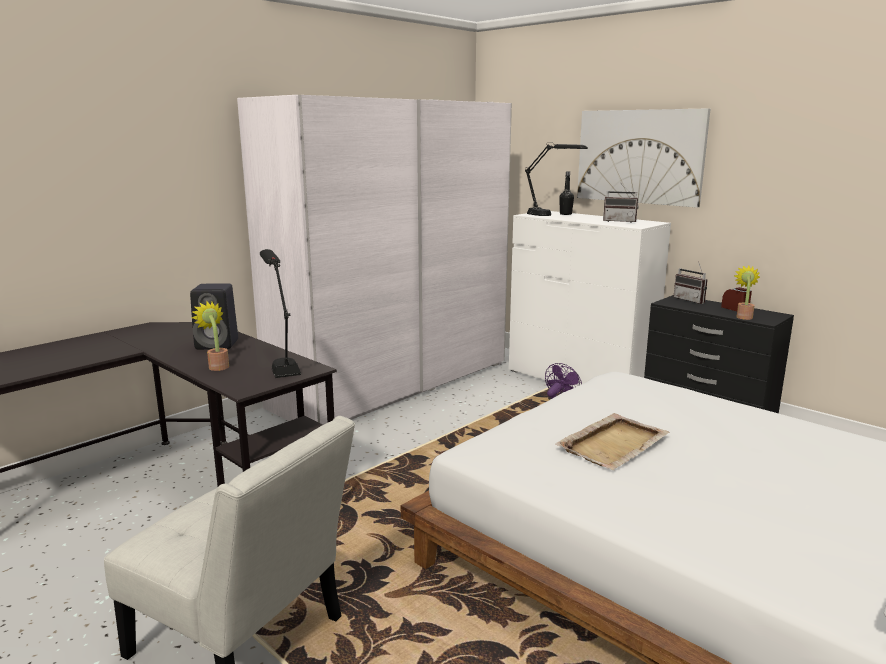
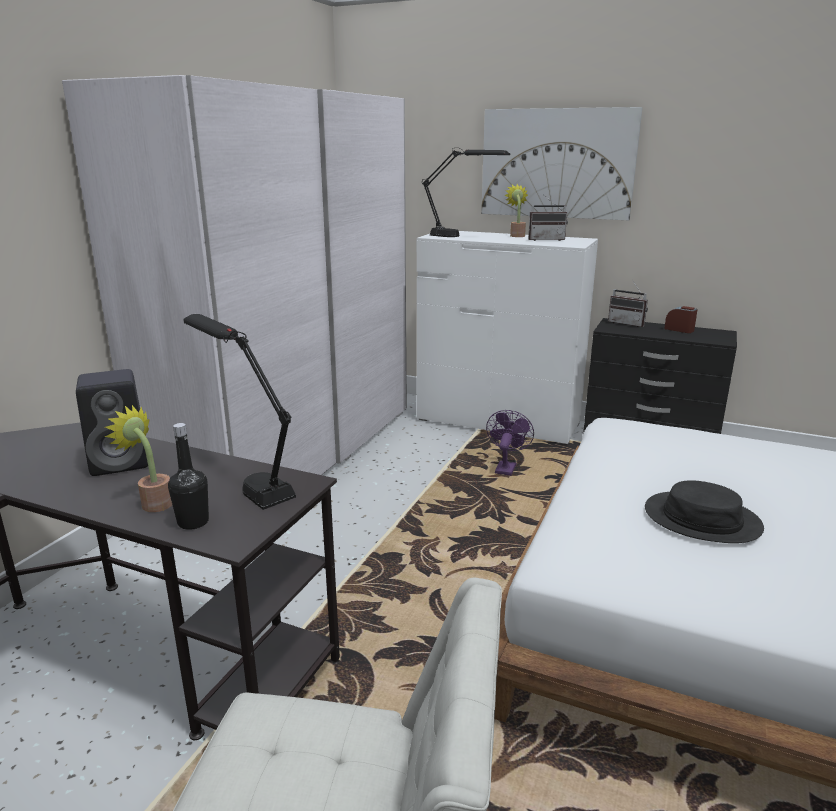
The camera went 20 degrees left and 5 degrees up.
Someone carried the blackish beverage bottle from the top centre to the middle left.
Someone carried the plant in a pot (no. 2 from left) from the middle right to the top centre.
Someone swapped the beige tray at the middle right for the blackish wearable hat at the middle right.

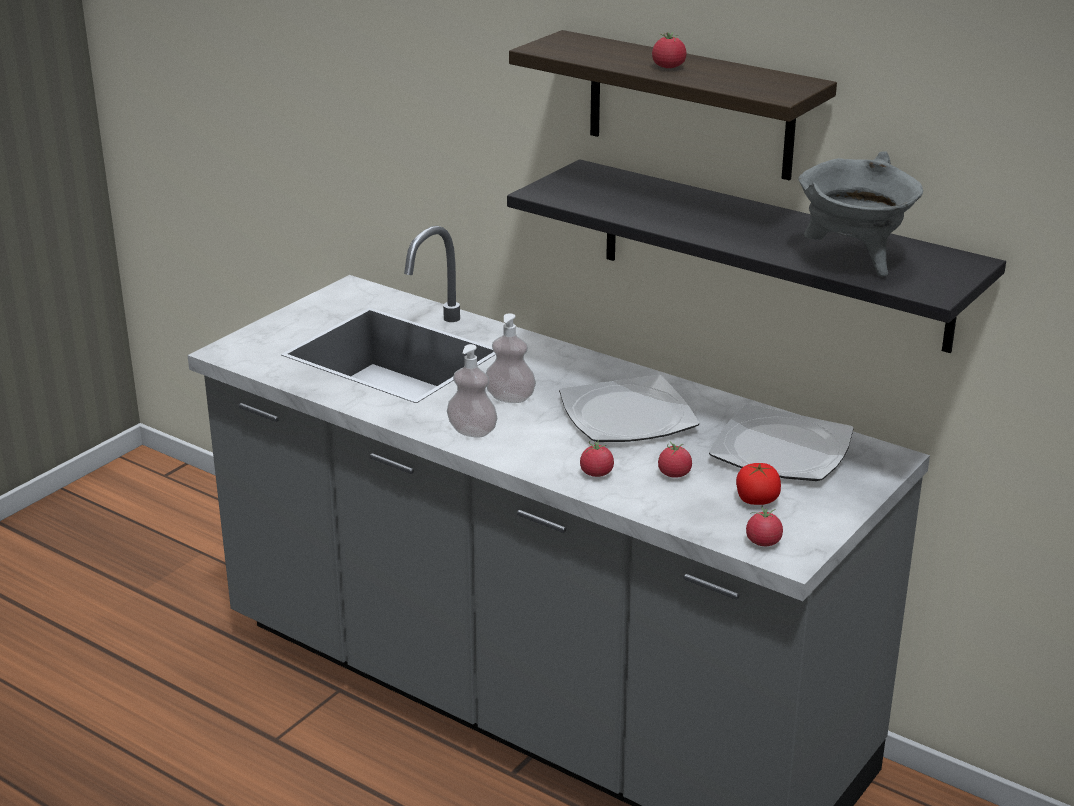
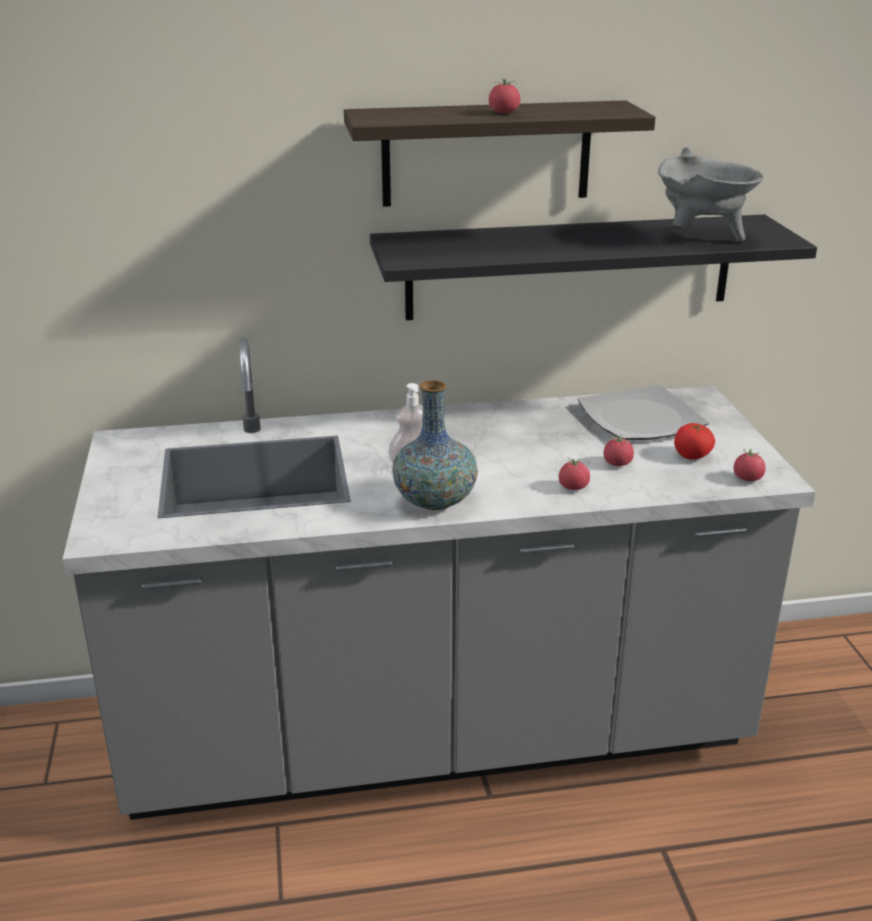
The camera went 45 degrees left and 0 degrees up.
Someone swapped the soap dispenser (no. 1 from left) at the centre for the decorative vase at the centre.
Someone took away the plate (no. 1 from left) at the centre.

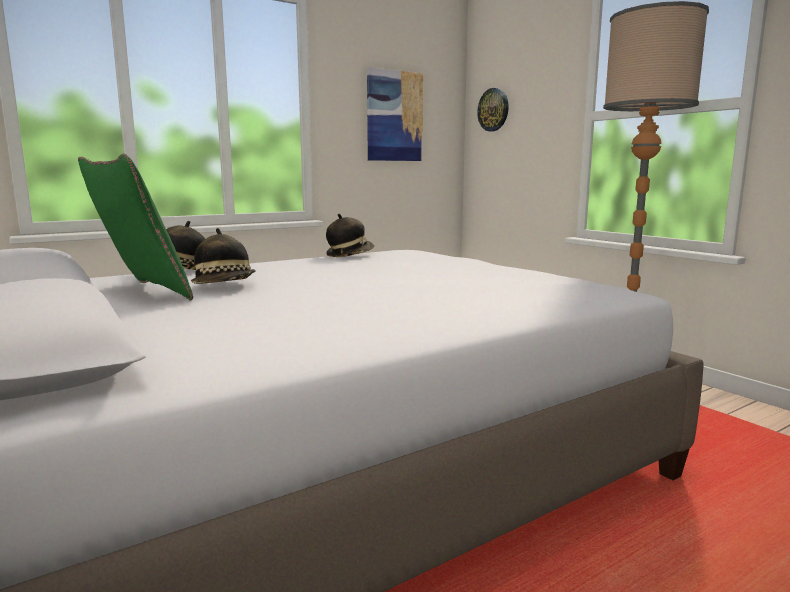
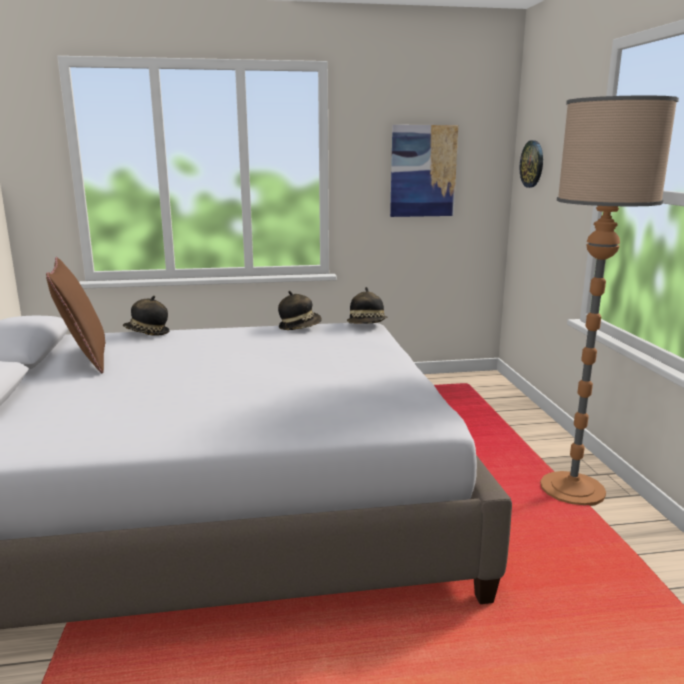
The camera went 25 degrees right and 5 degrees up.
Someone repainted the greenish pillow at the middle left, which became the brownish pillow at the middle left.
Someone carried the wearable hat (no. 2 from left in the first image) from the middle left to the centre.

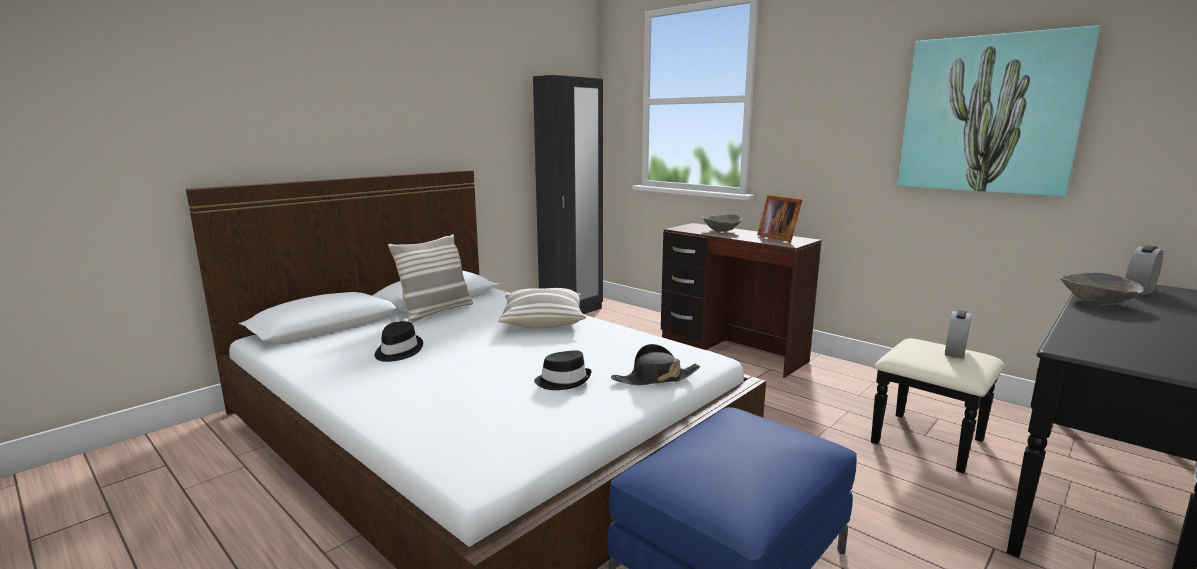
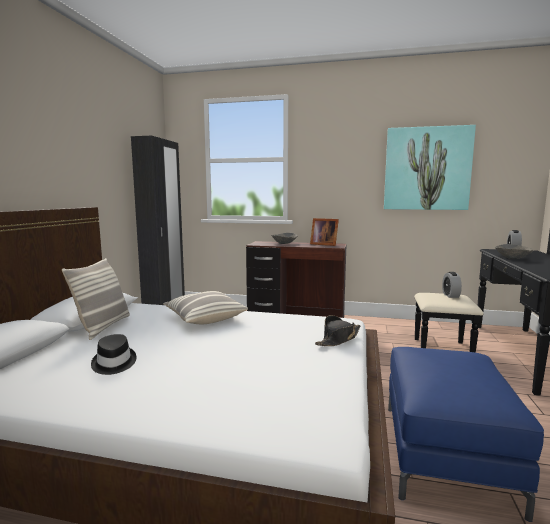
The camera went 30 degrees left and 5 degrees down.
Someone took away the blackish wearable hat (no. 2 from left) at the centre.

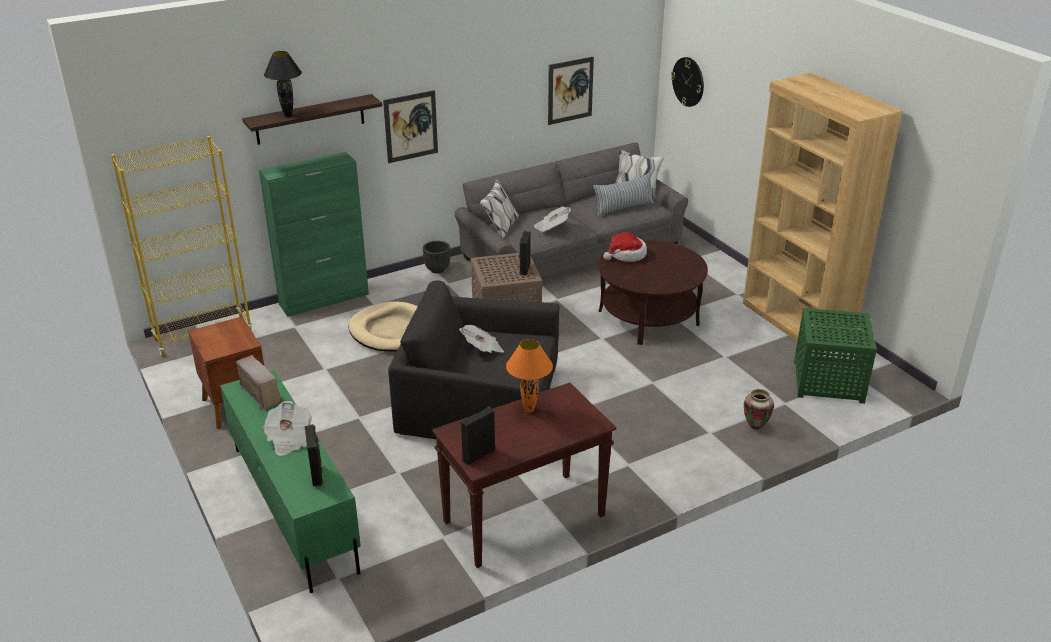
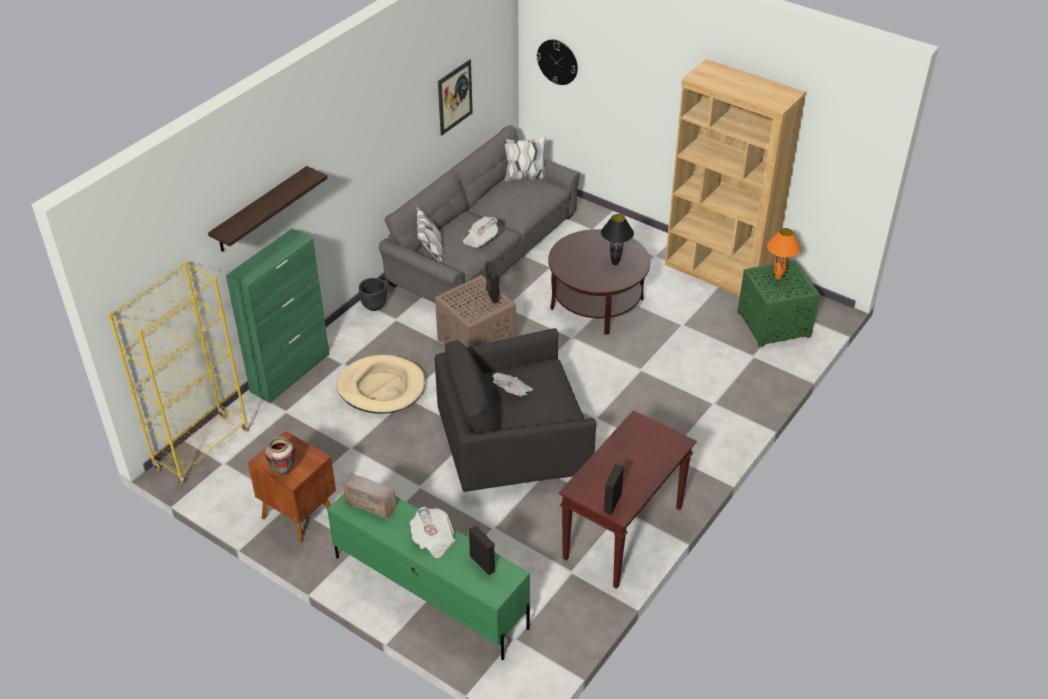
The camera went 25 degrees left and 10 degrees up.
Someone carried the blackish table lamp from the top left to the centre.
Someone took away the wall picture (no. 1 from left) at the top centre.
Someone took away the pillow at the top centre.
Someone took away the wearable hat at the centre.
Someone carried the orangey table lamp from the centre to the middle right.
Someone carried the decorative vase from the middle right to the middle left.

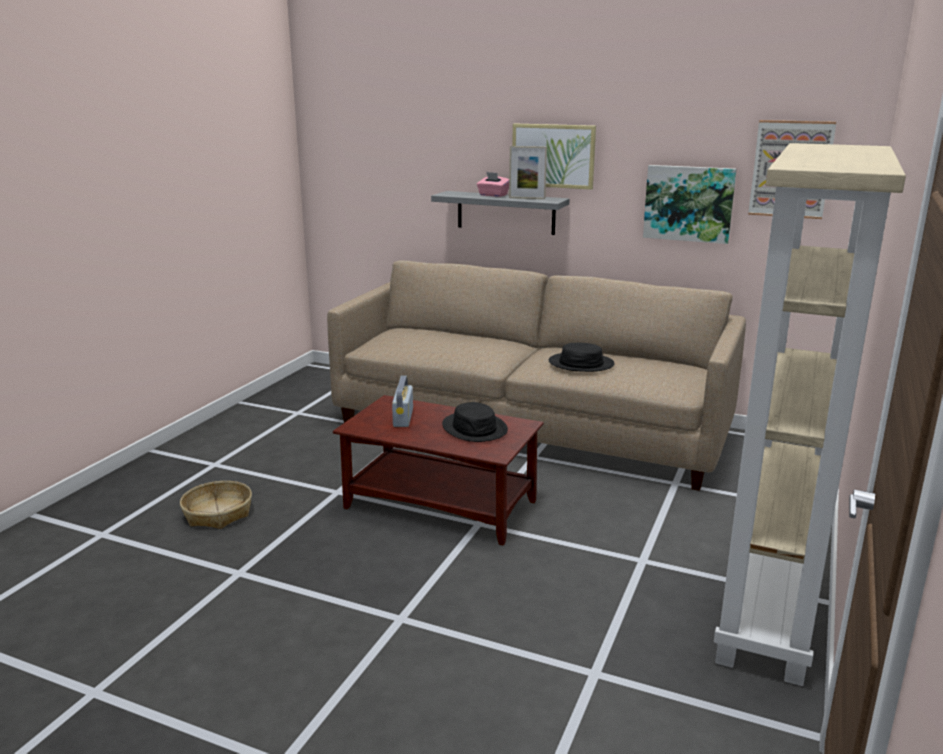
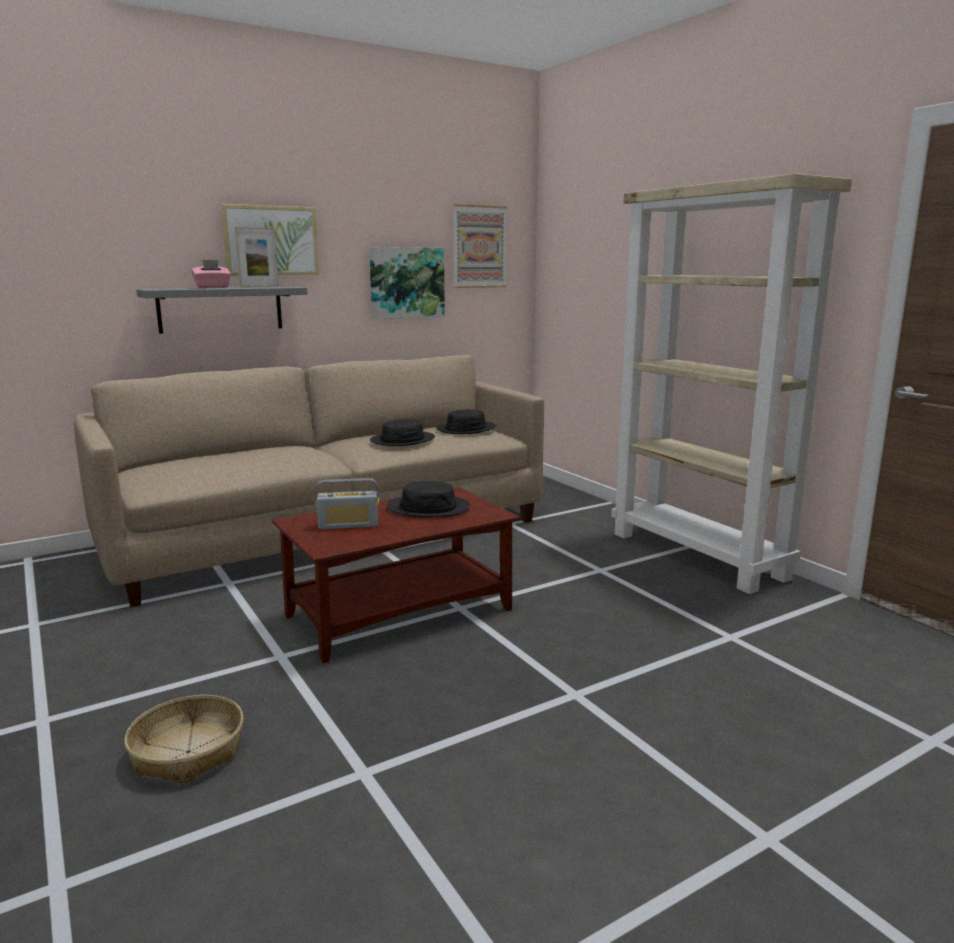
The camera went 55 degrees left and 5 degrees down.
Someone rotated the radio at the centre by 45 degrees counterclockwise.
Someone put down the blackish wearable hat (no. 3 from left) at the centre.

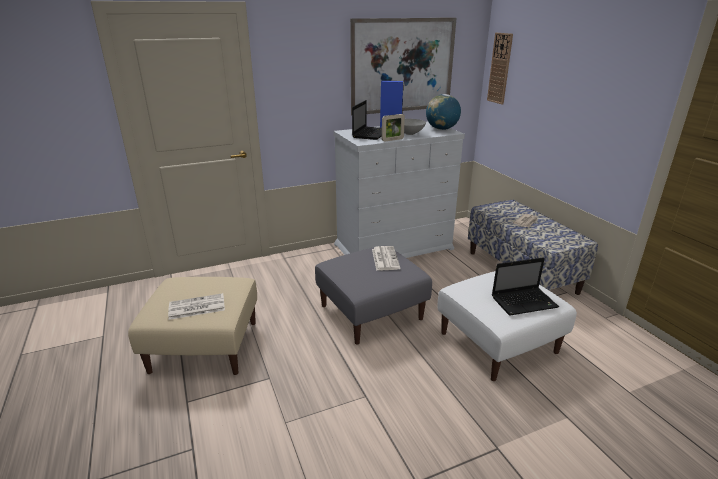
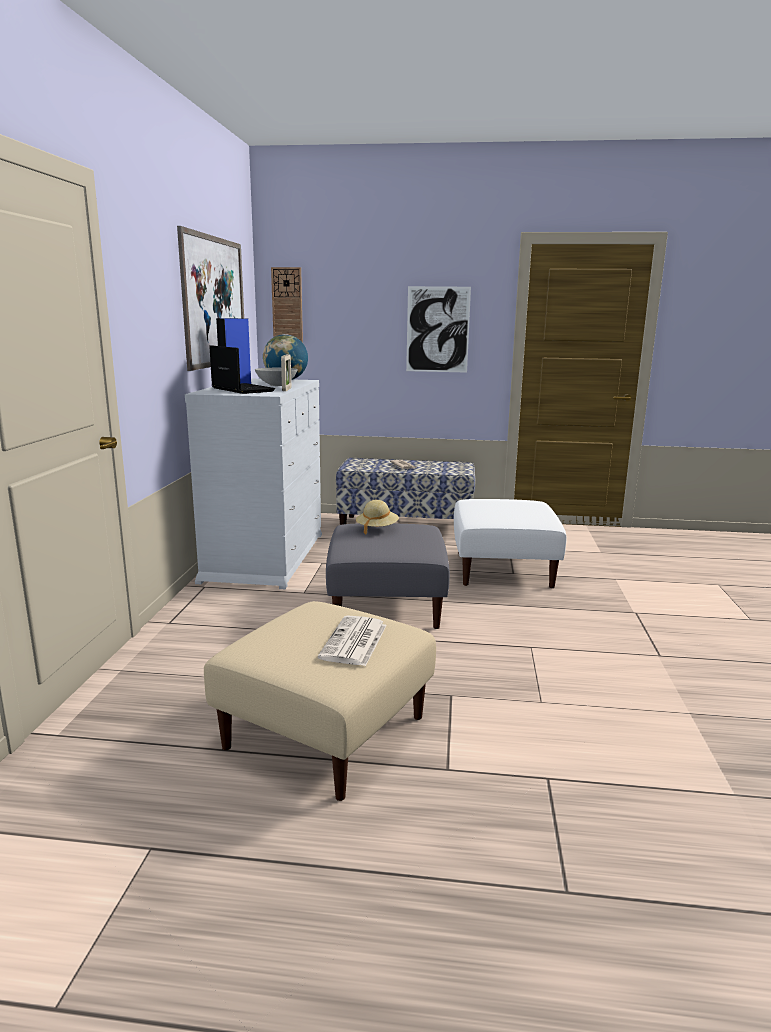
The camera went 60 degrees left and 10 degrees down.
Someone swapped the newspaper (no. 2 from left) at the centre for the beige wearable hat at the centre.
Someone took away the portable computer (no. 2 from left) at the middle right.
Someone put up the wall picture (no. 2 from left) at the top centre.

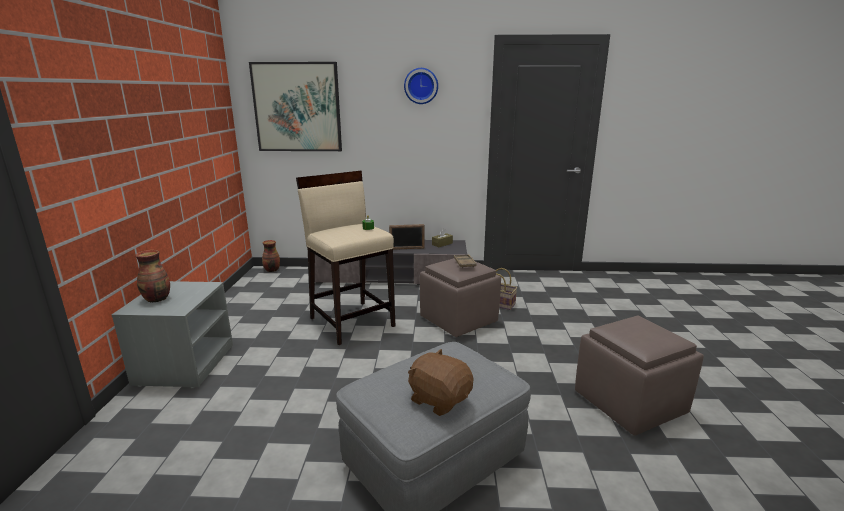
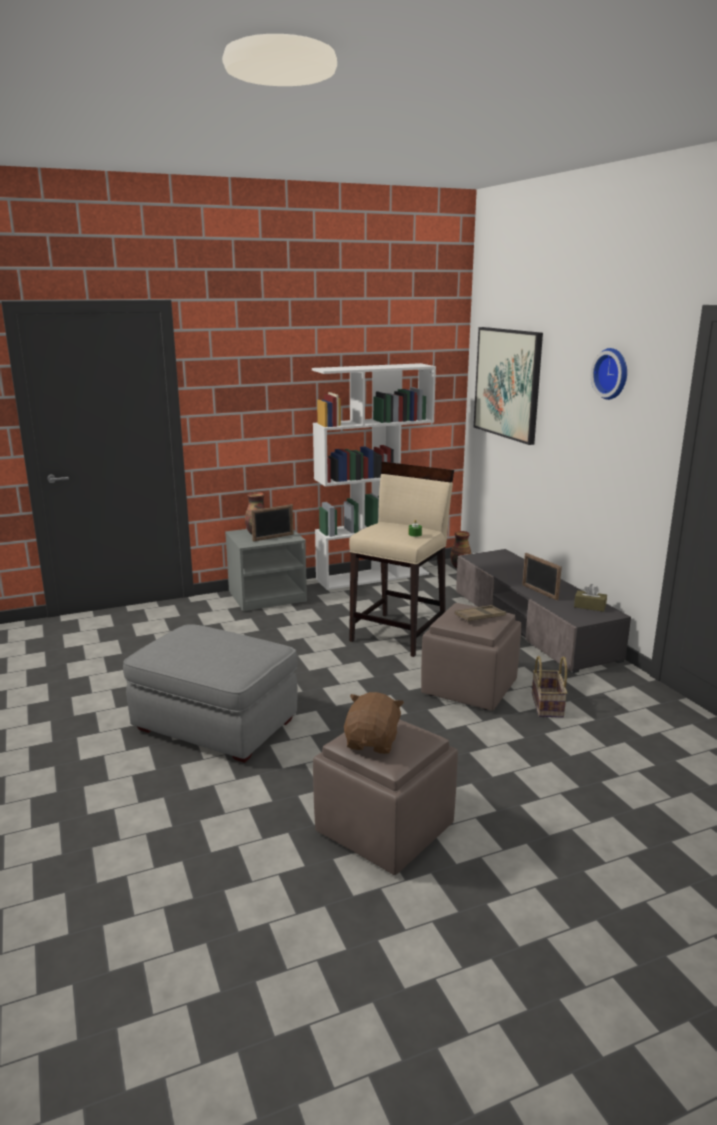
The camera went 65 degrees right and 0 degrees up.
Someone carried the brownish plush toy from the bottom centre to the centre.
Someone put down the white bookshelf at the centre.
Someone put down the standing frame (no. 1 from left) at the centre.

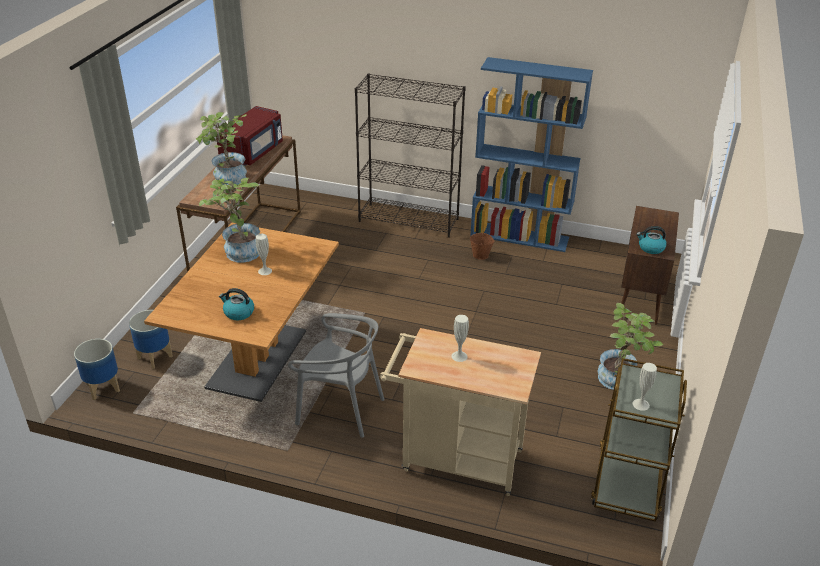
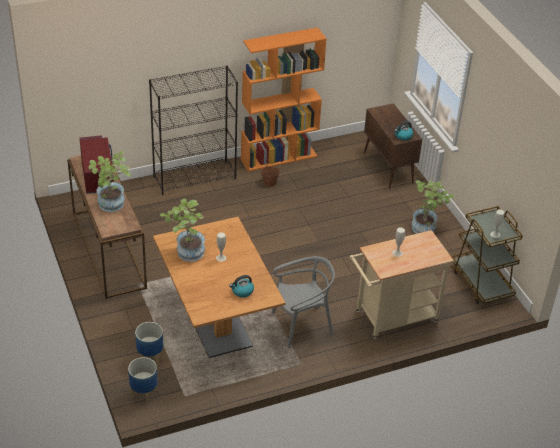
The camera went 40 degrees left and 5 degrees up.
Someone repainted the blue-coloured bookshelf at the top centre, which became the orangey bookshelf at the top centre.

